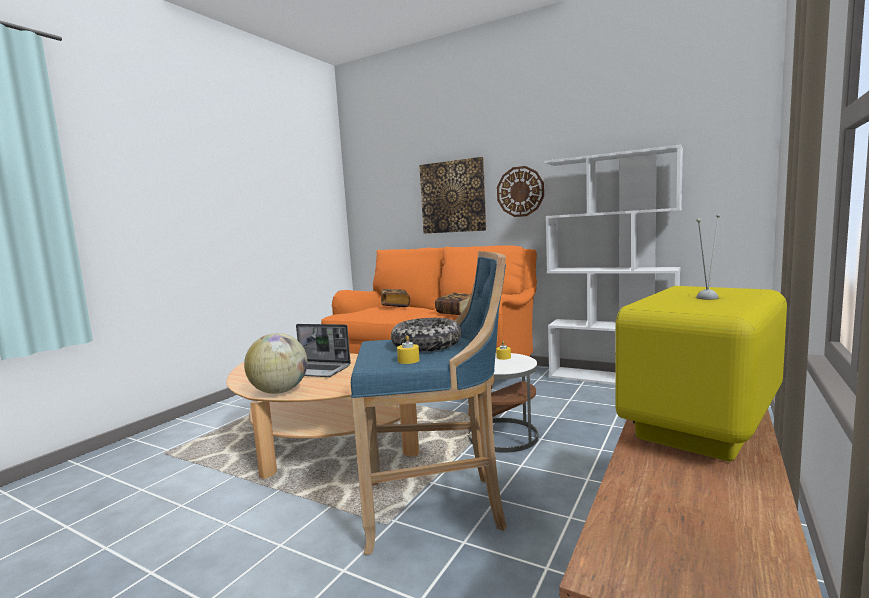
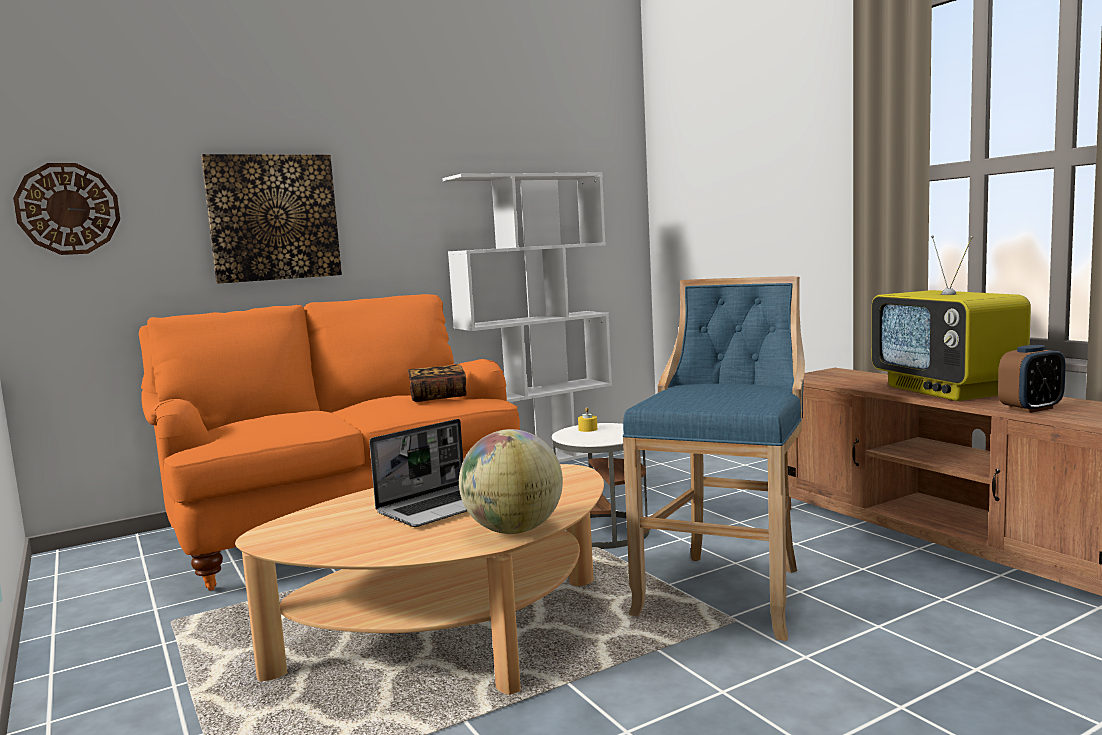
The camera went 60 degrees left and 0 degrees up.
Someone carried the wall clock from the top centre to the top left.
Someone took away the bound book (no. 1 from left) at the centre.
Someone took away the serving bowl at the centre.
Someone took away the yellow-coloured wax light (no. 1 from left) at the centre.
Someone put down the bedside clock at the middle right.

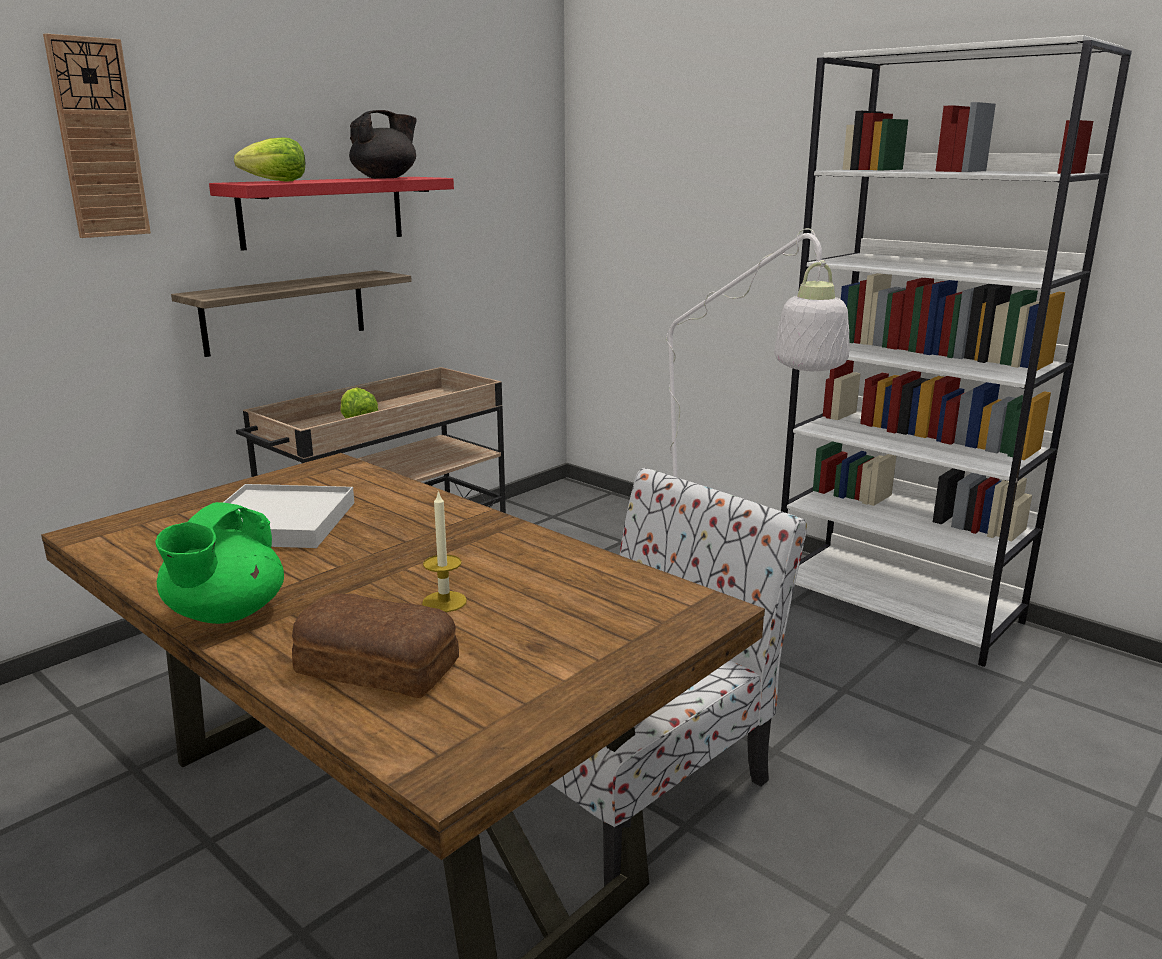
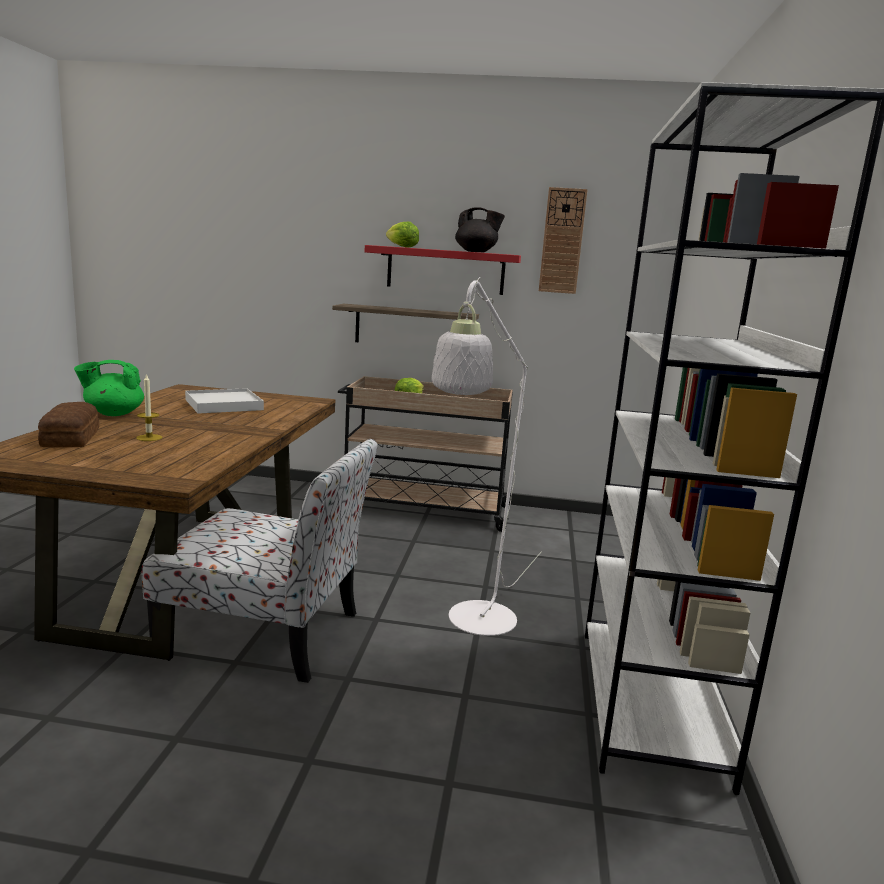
The camera went 55 degrees right and 5 degrees down.
Someone carried the wall clock from the top left to the top centre.

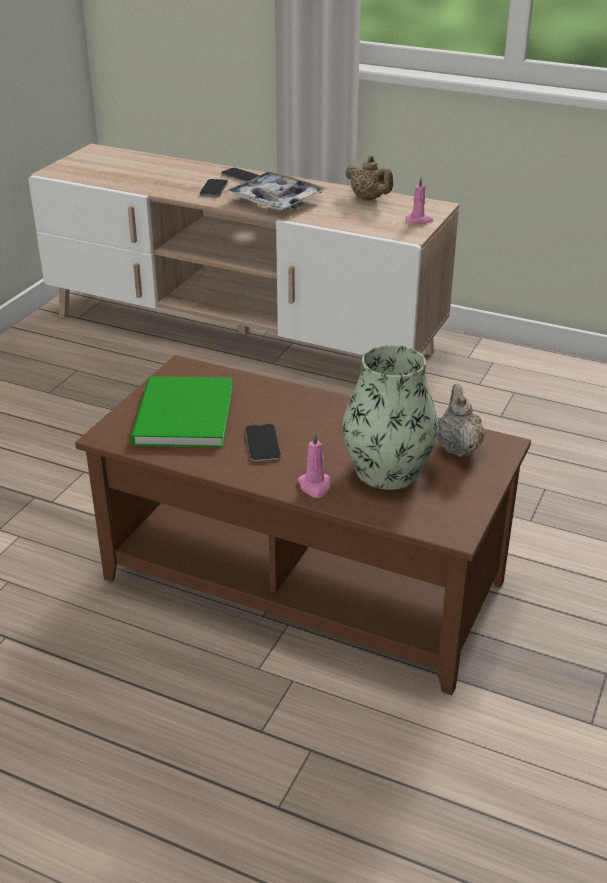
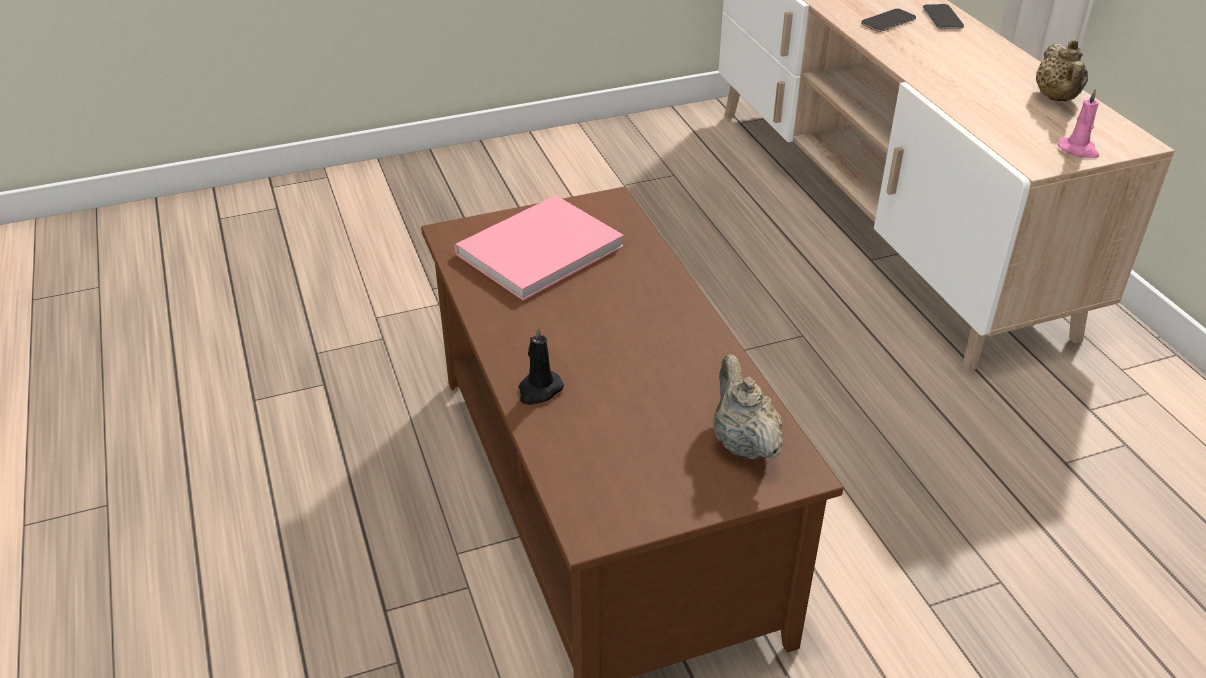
The camera went 45 degrees right and 5 degrees up.
Someone took away the tray at the top centre.
Someone took away the decorative vase at the centre.
Someone repainted the greenish bound book at the middle left, which became the pinkish bound book at the centre.
Someone rotated the beige pot for tea (no. 2 from left in the first image) at the middle right by 60 degrees counterclockwise.
Someone took away the handset (no. 3 from left) at the centre.
Someone repainted the pinkish wax light (no. 1 from left) at the centre, which became the blackish wax light at the centre.

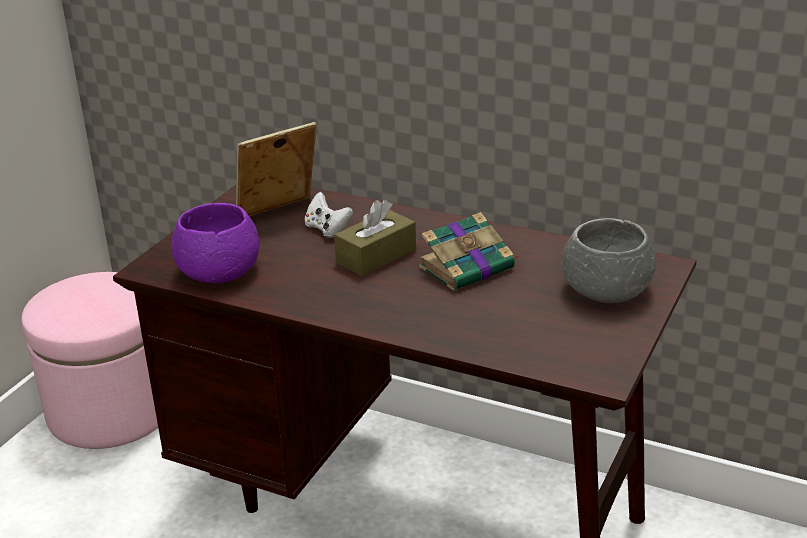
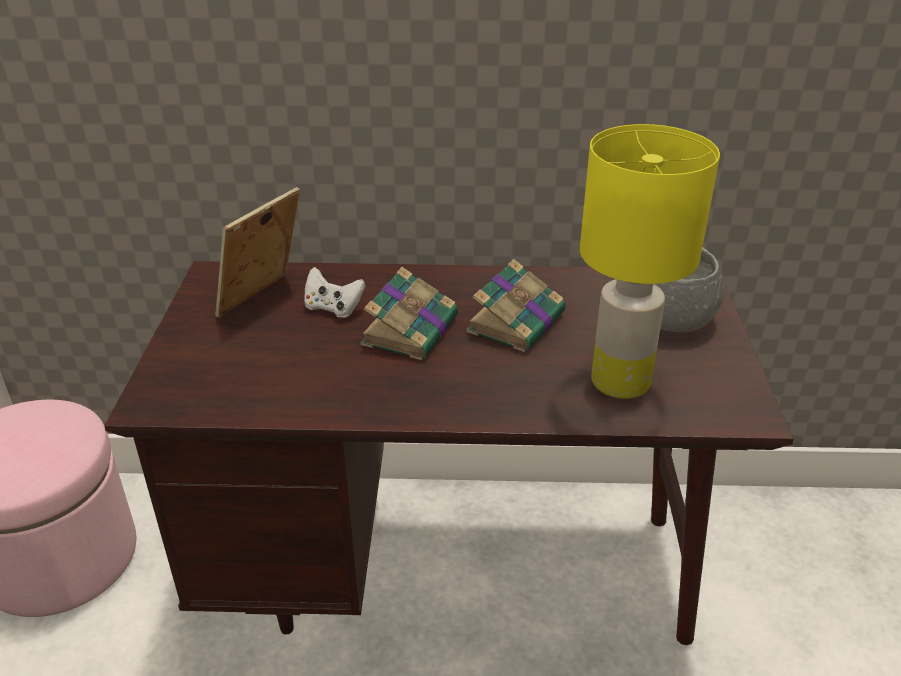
The camera went 25 degrees left and 5 degrees up.
Someone swapped the brownish box of tissues at the centre for the bound book (no. 1 from left) at the centre.
Someone took away the purple serving bowl at the middle left.
Someone put down the yellow-coloured table lamp at the middle right.

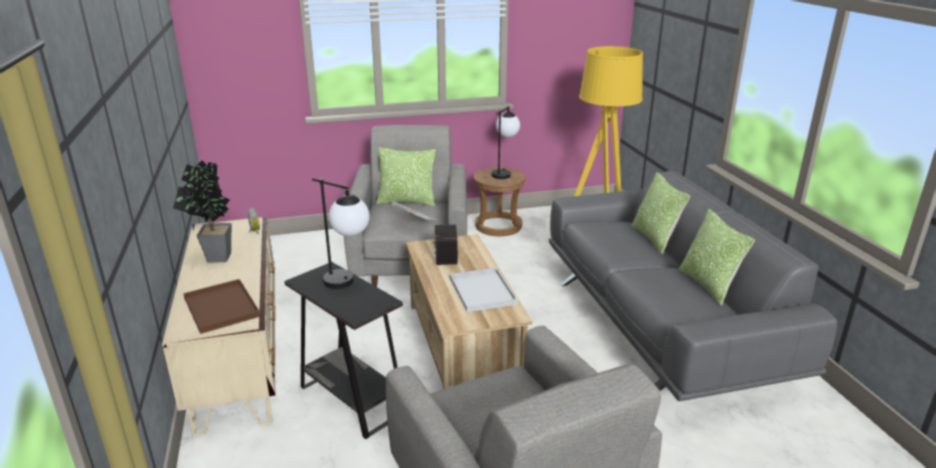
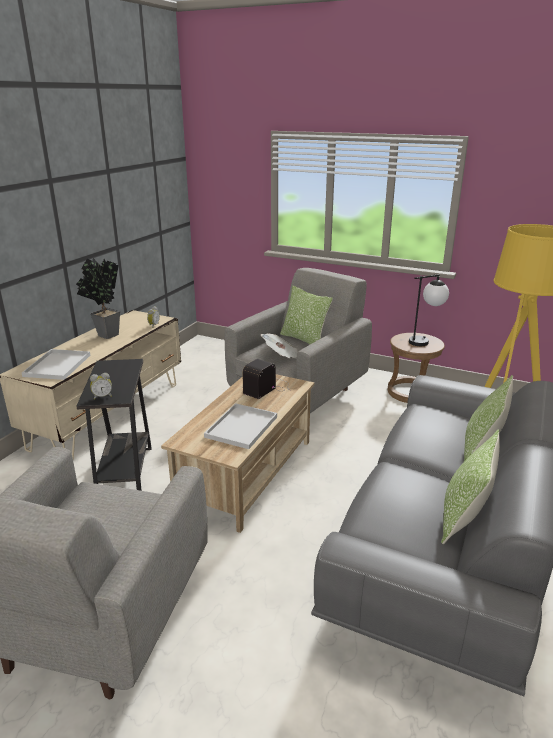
The camera went 40 degrees right and 0 degrees up.
Someone took away the table lamp (no. 1 from left) at the centre.
Someone repainted the brownish tray at the middle left, which became the white tray (no. 1 from left) at the middle left.
Someone put down the bedside clock (no. 1 from left) at the middle left.

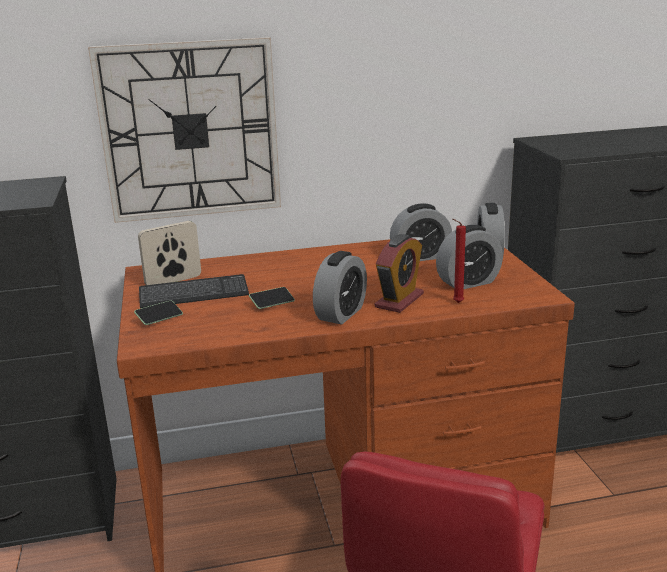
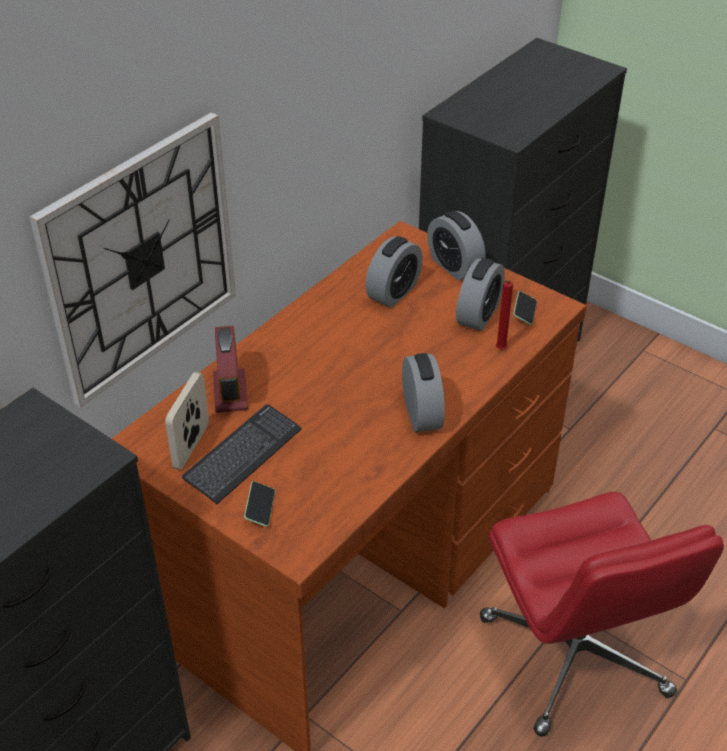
The camera went 40 degrees left and 20 degrees up.
Someone carried the bedside clock (no. 2 from left in the first image) from the centre to the middle left.
Someone carried the handset (no. 2 from left) from the centre to the middle right.

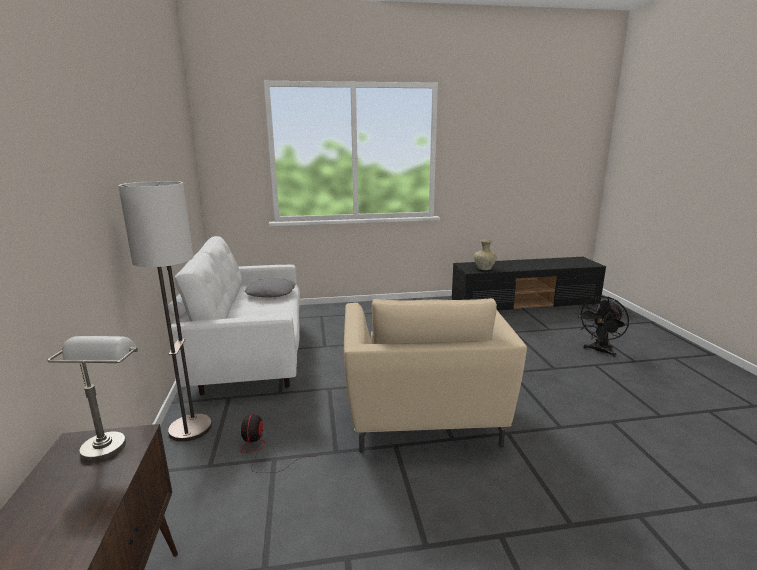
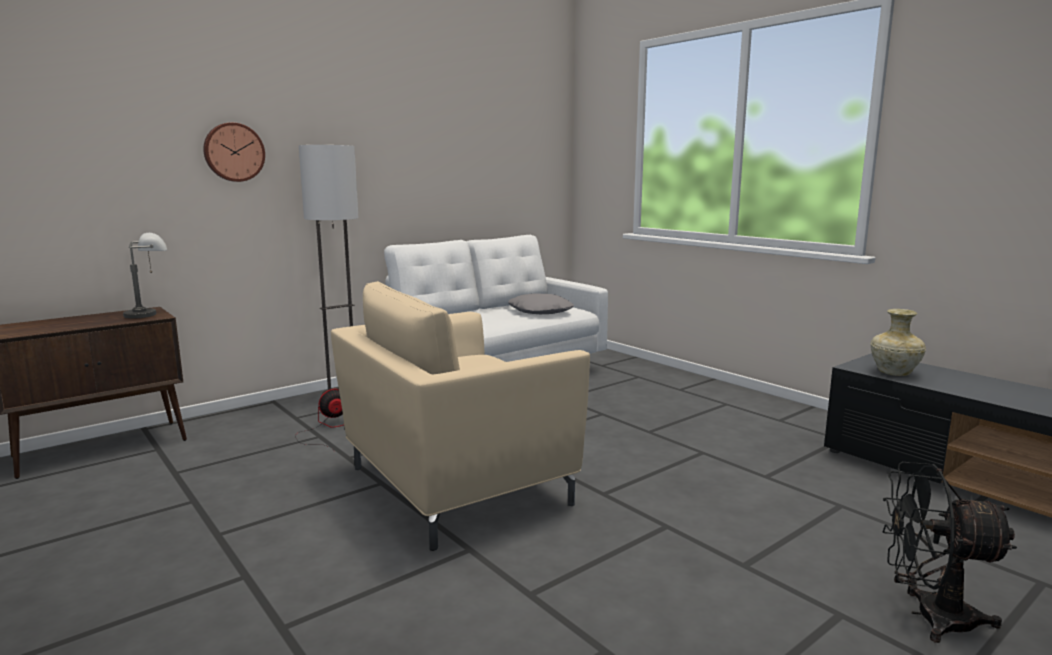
The camera went 60 degrees right and 5 degrees down.
Someone put up the wall clock at the top left.

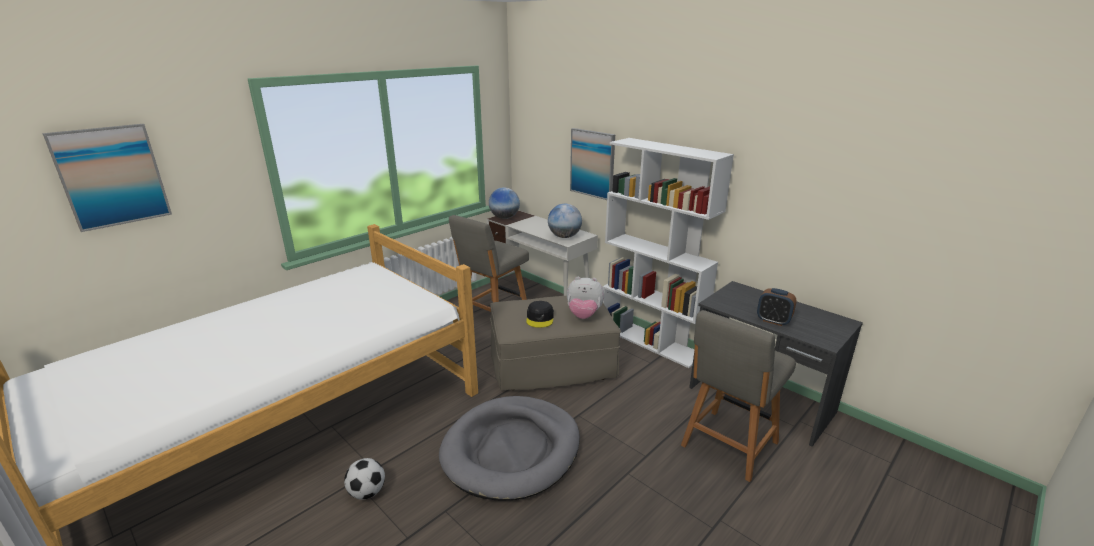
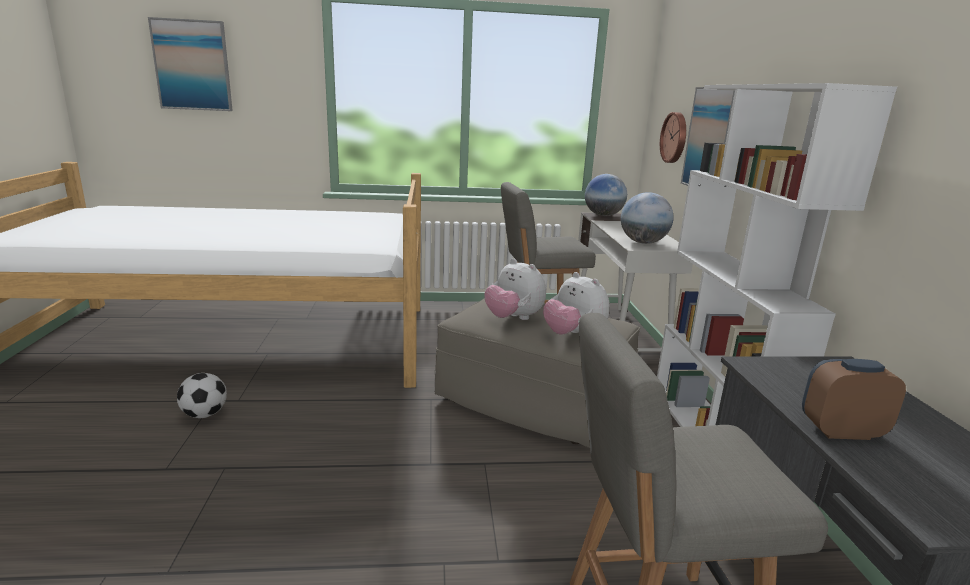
The camera went 40 degrees right and 5 degrees down.
Someone rotated the bedside clock at the middle right by 105 degrees clockwise.
Someone swapped the blackish peaked cap at the centre for the plush toy (no. 1 from left) at the centre.
Someone took away the grey pet bed at the bottom centre.
Someone put up the wall clock at the top right.

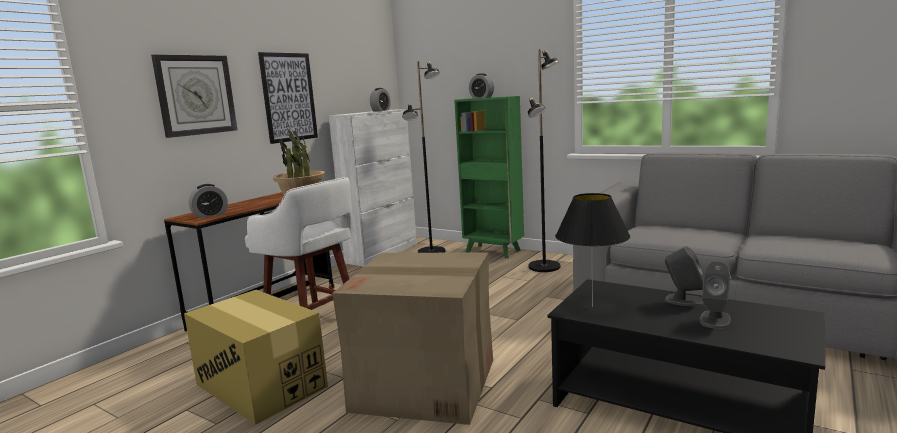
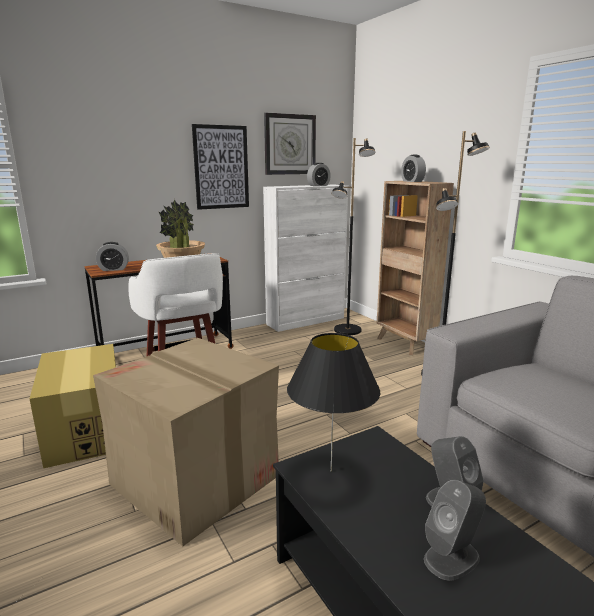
The camera went 25 degrees right and 5 degrees up.
Someone carried the wall clock from the top left to the top centre.
Someone repainted the greenish bookshelf at the centre, which became the brownish bookshelf at the middle right.

